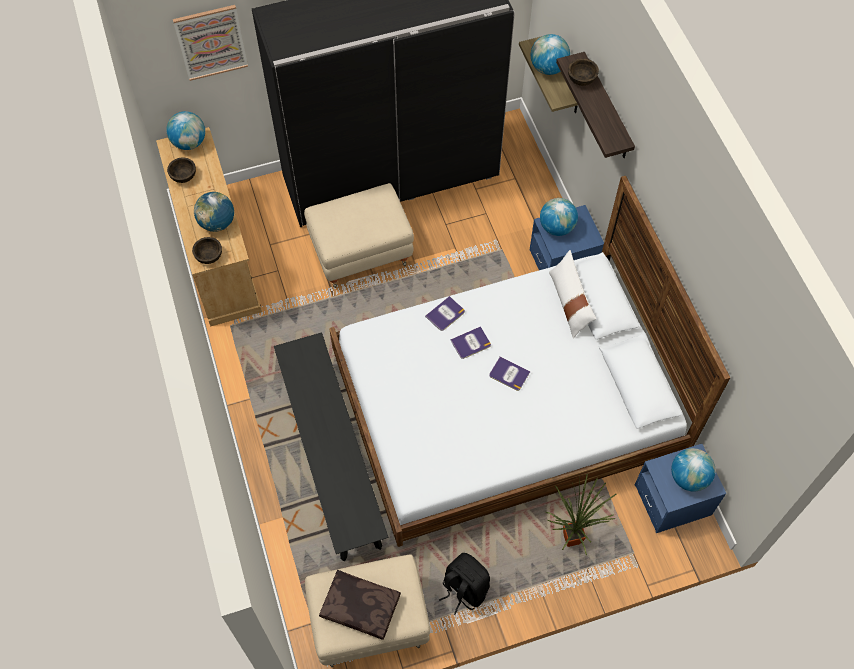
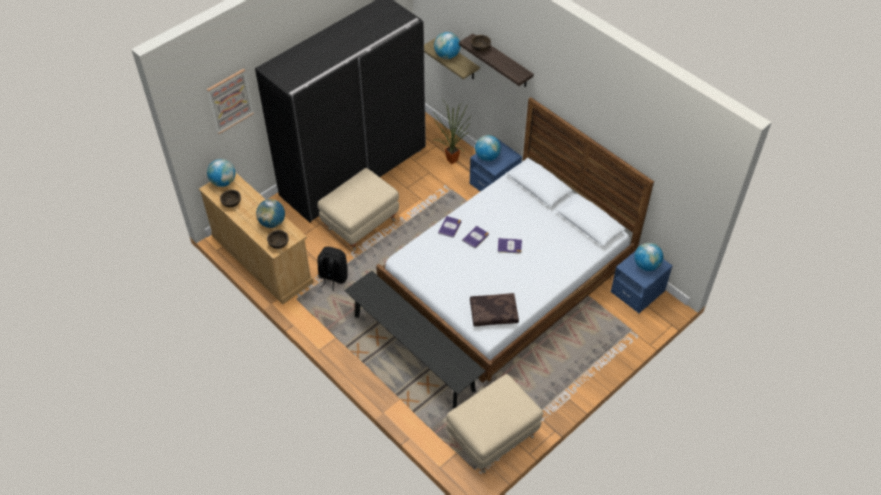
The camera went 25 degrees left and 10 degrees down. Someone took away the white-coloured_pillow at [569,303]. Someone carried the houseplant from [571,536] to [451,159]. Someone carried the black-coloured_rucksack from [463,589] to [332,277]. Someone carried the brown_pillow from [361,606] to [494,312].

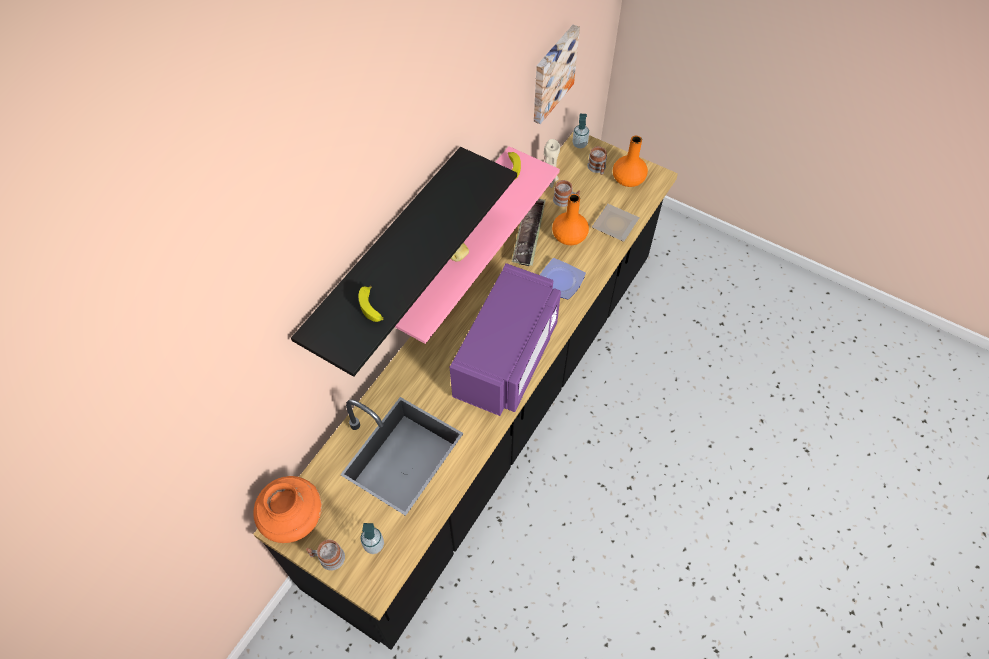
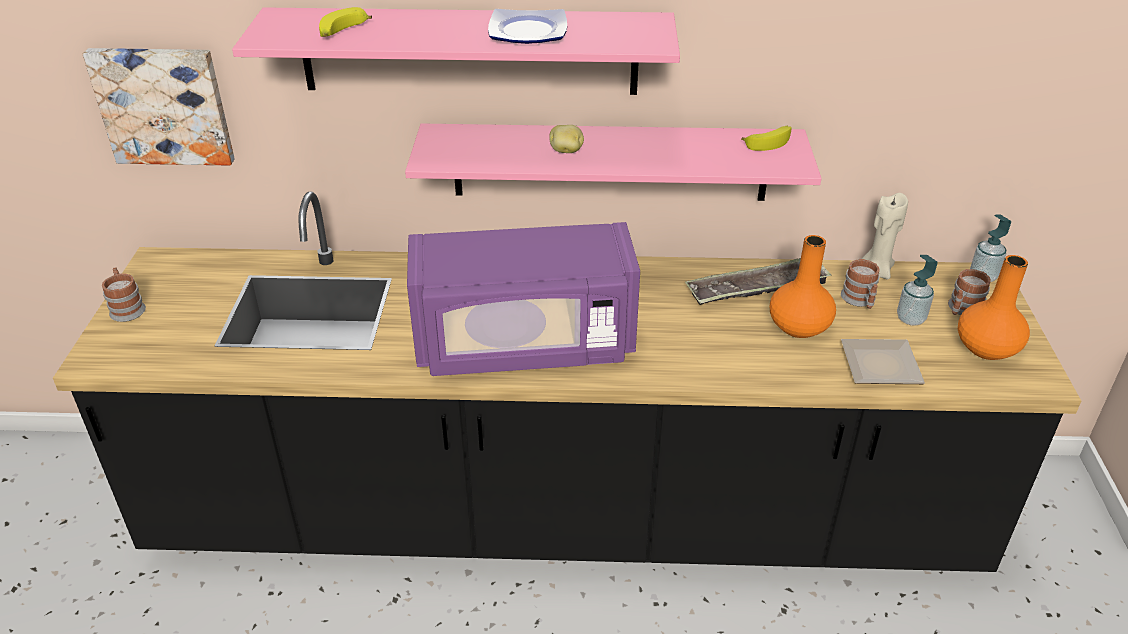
The camera went 60 degrees right and 20 degrees down. Someone carried the wall_picture from [552,73] to [164,105]. Someone repainted the black-coloured_bracket_shelf at [385,253], which became the pinkish_bracket_shelf at [469,51]. Someone carried the plate from [559,281] to [526,31]. Someone took away the orangey_vase at [293,519]. Someone carried the soap_dispenser from [374,545] to [910,319].

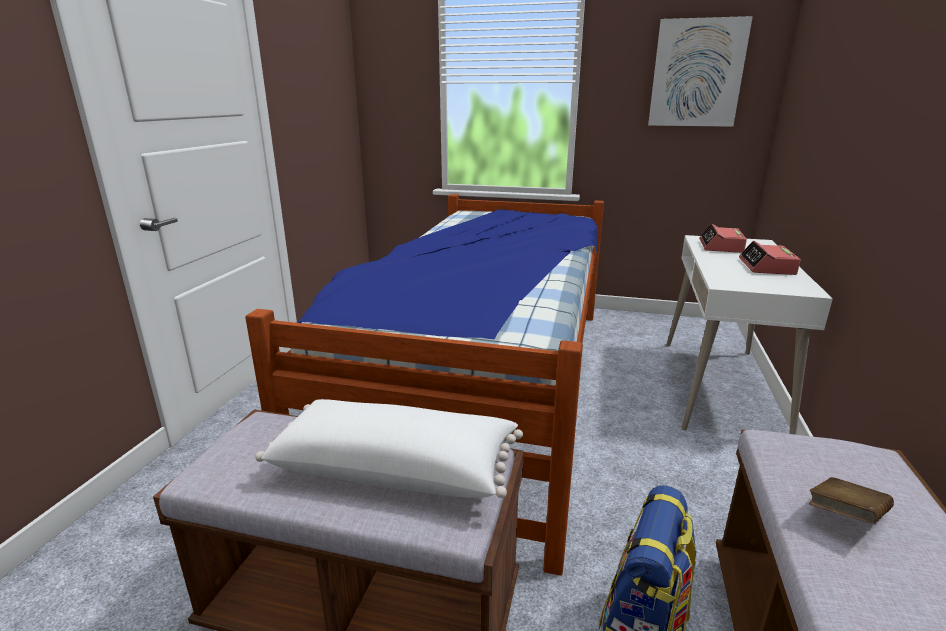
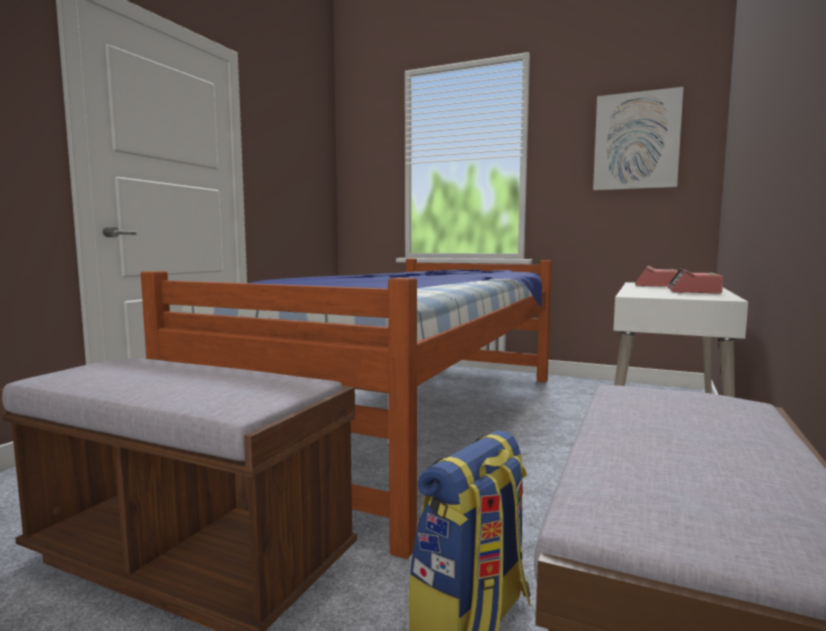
The camera went 10 degrees right and 15 degrees down. Someone took away the white-coloured_pillow at [396,467]. Someone took away the brown_volume at [845,516].

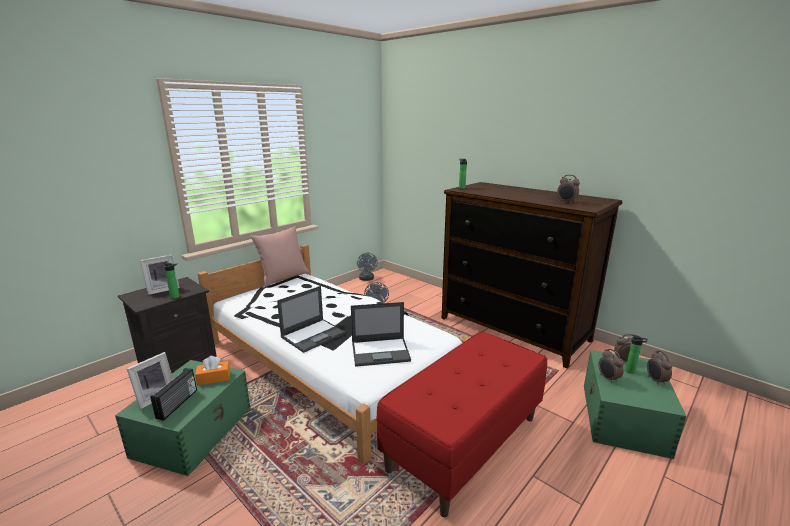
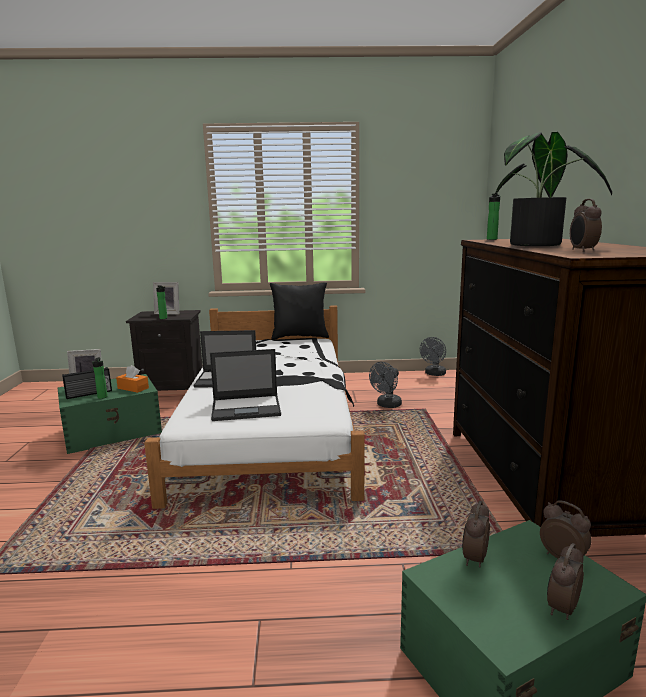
The camera went 45 degrees right and 5 degrees down. Someone repainted the pinkish_pillow at [283,278], which became the black-coloured_pillow at [300,337]. Someone rotated the notebook_computer at [381,351] by 45 degrees counterclockwise. Someone took away the red_bench at [464,442]. Someone carried the bottle from [631,371] to [102,397]. Someone put down the houseplant at [539,245].

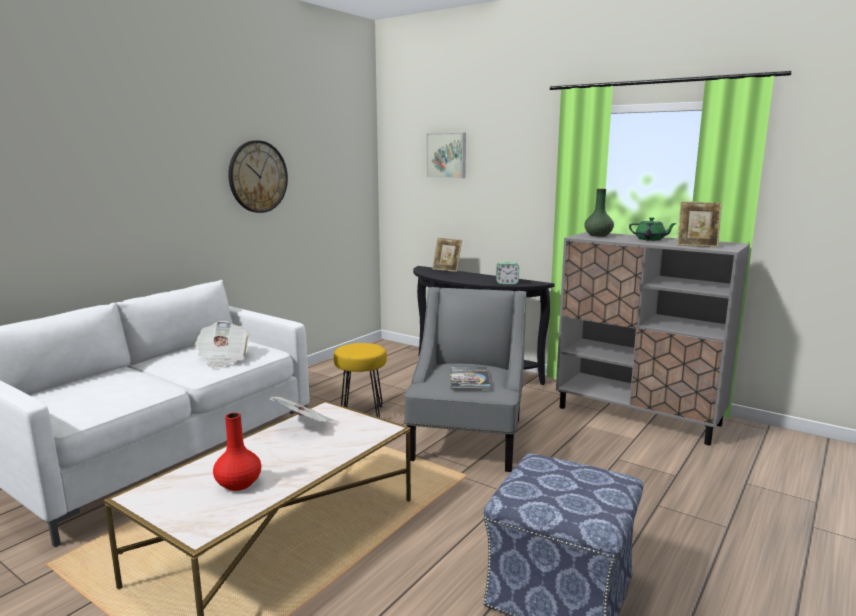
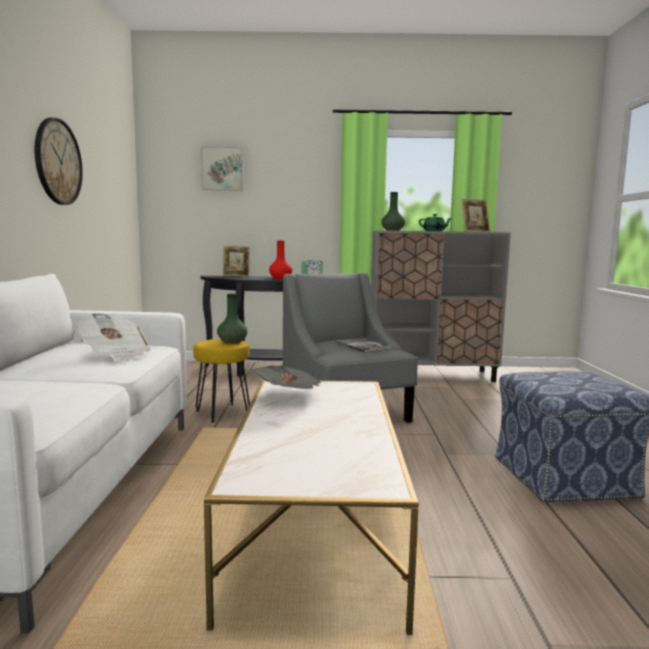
The camera went 35 degrees left and 5 degrees down. Someone carried the red_vase from [238,484] to [280,278]. Someone put down the greenish_vase at [232,342].

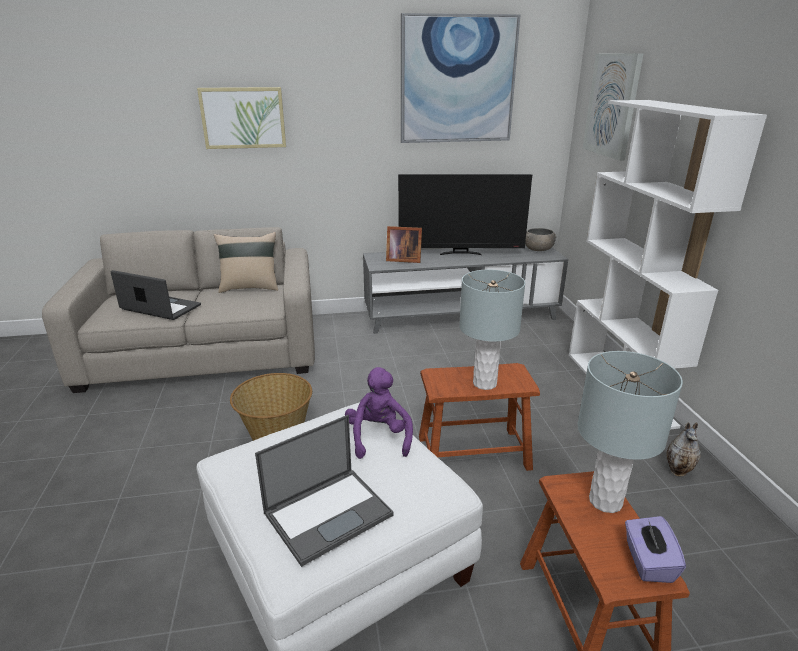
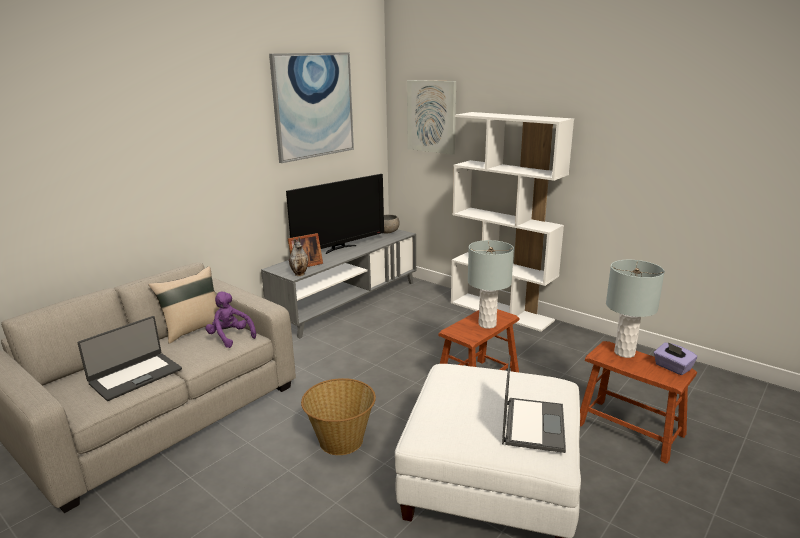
The camera went 40 degrees left and 5 degrees down. Someone took away the wall_picture at [243,118]. Someone rotated the notebook_computer at [160,308] by 150 degrees clockwise. Someone carried the purple-coloured_soft_toy from [379,437] to [230,337]. Someone carried the vase from [679,471] to [300,274].

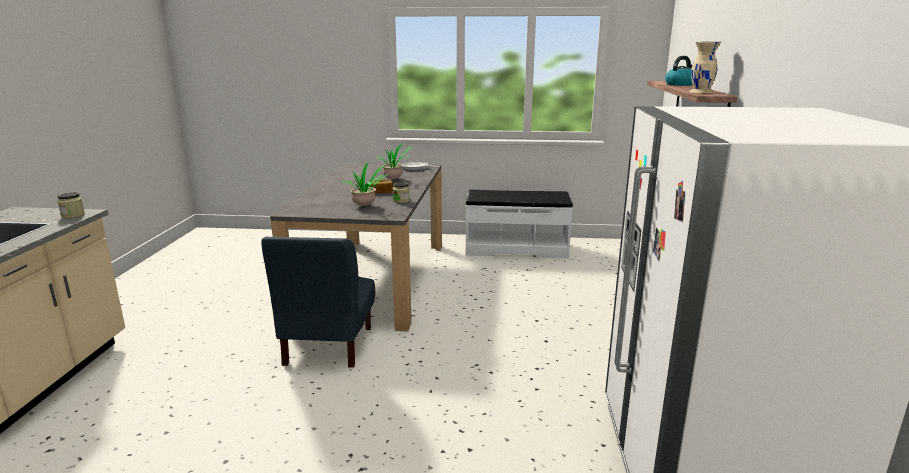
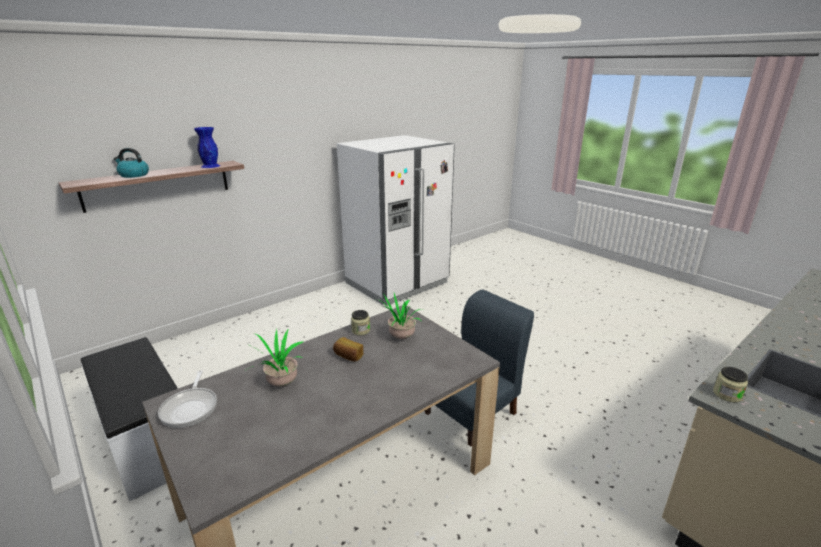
The camera went 135 degrees left and 5 degrees up. Someone repainted the sand-coloured_vase at [701,92], which became the blue_vase at [210,166].

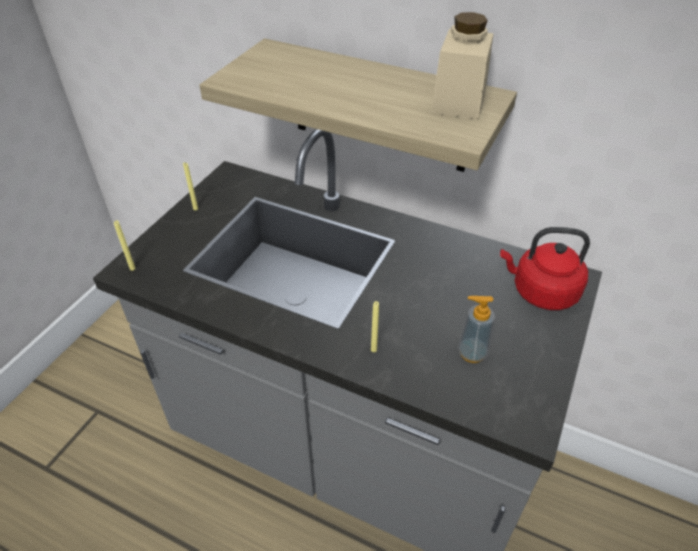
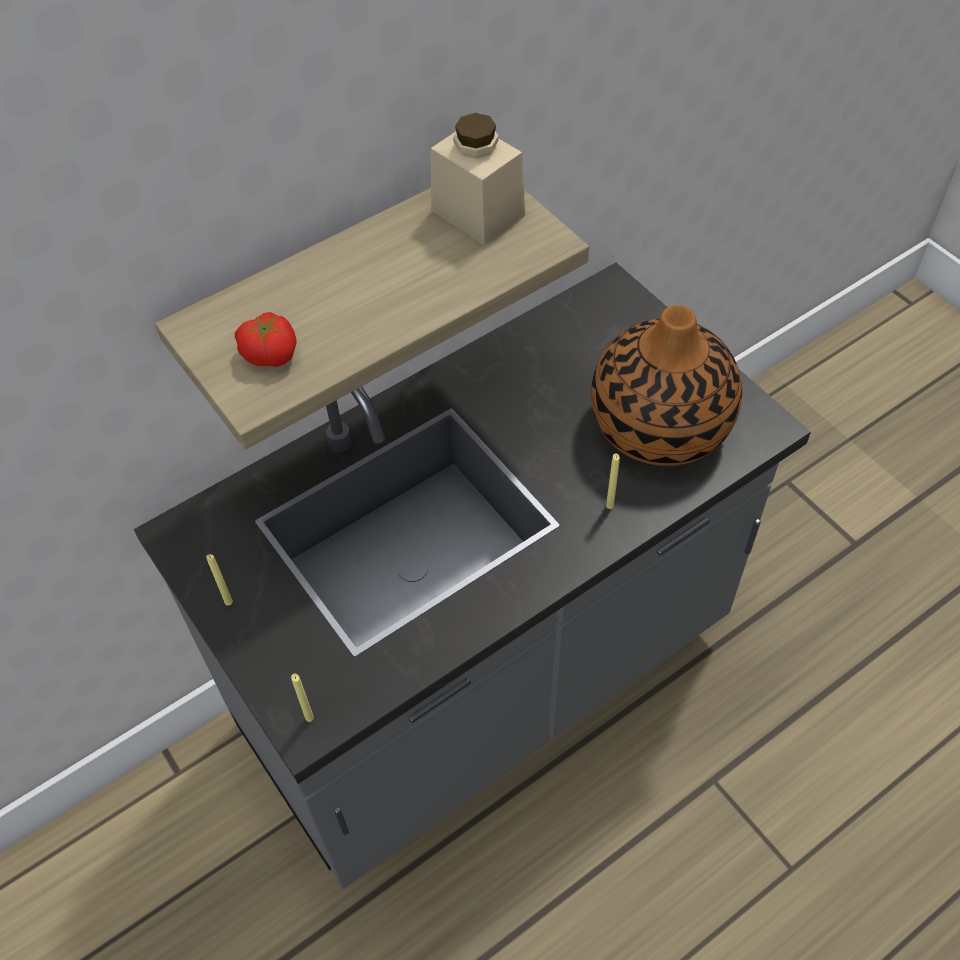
The camera went 60 degrees left and 10 degrees up. Someone took away the red_tea_kettle at [540,292]. Someone swapped the soap_dispenser at [472,353] for the vase at [660,424]. Someone put down the tomato at [271,352].

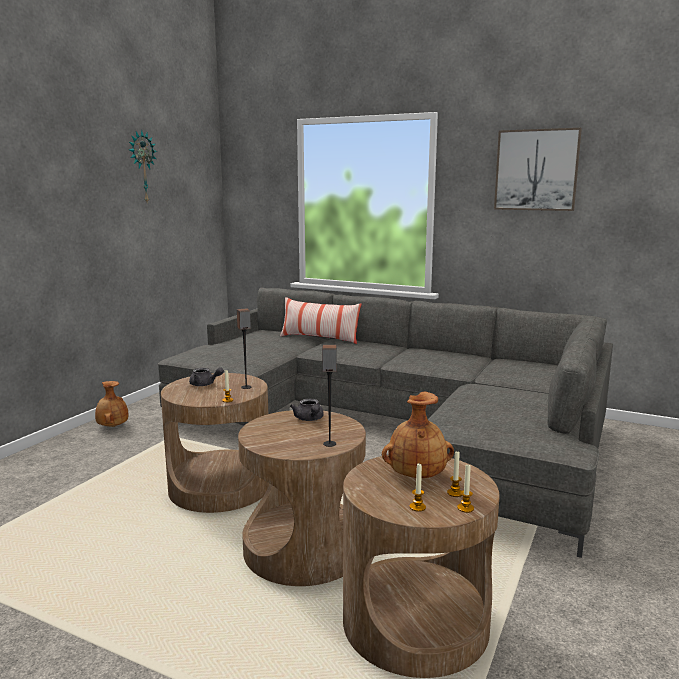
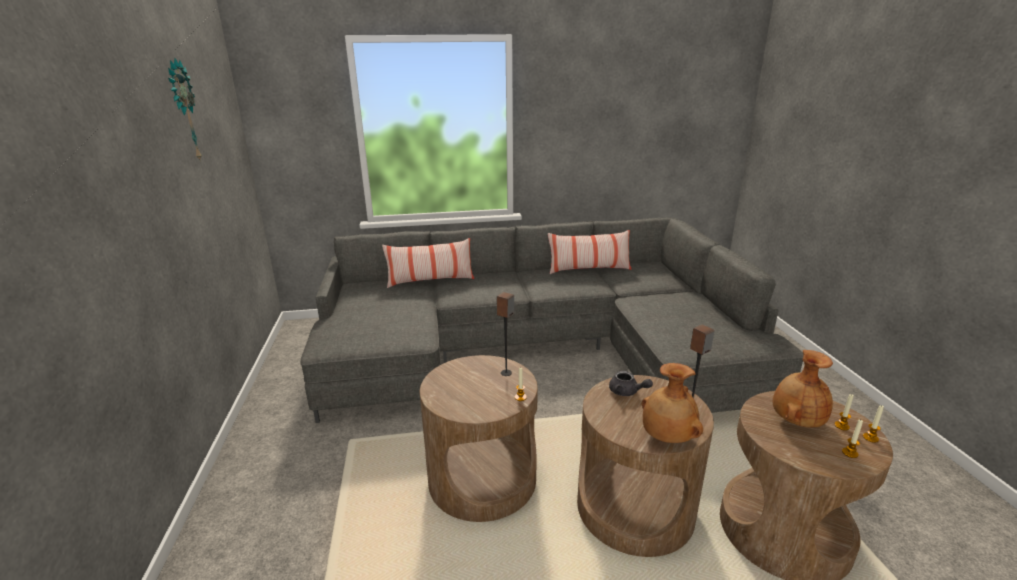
The camera went 35 degrees left and 10 degrees up. Someone took away the wall_picture at [536,170]. Someone took away the greyish_pot_for_tea at [205,384]. Someone carried the brown_vase from [112,426] to [667,437]. Someone put down the pillow at [589,269].

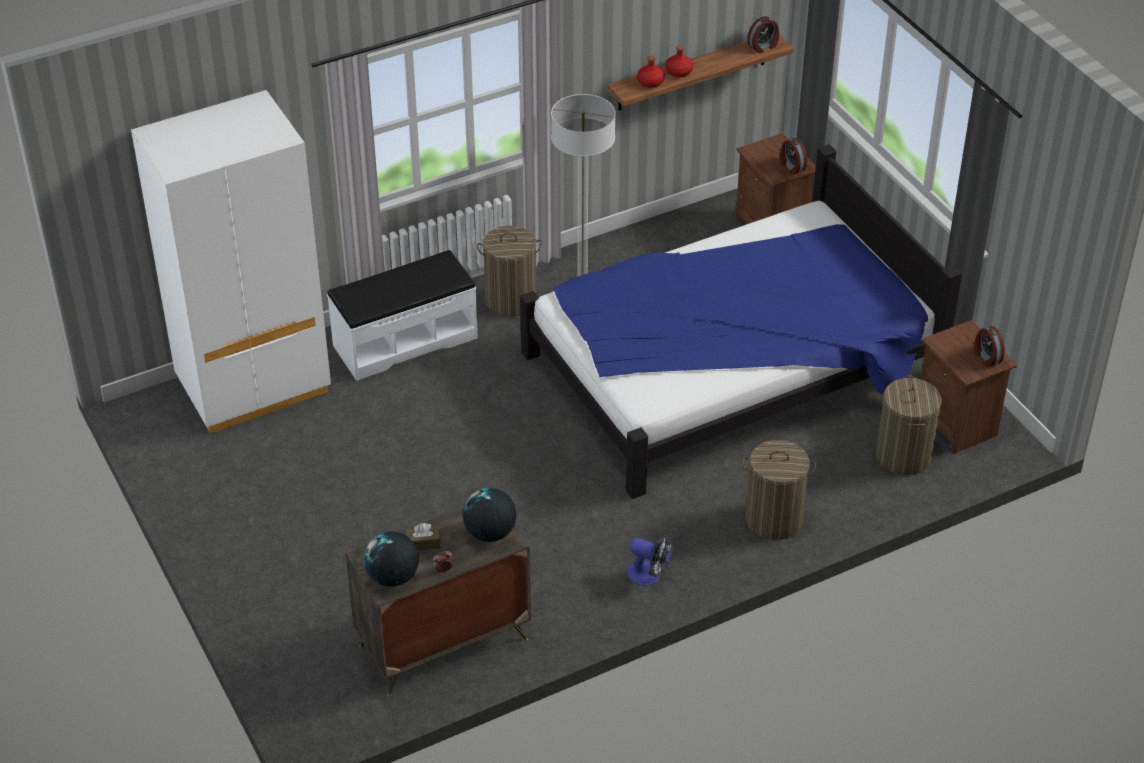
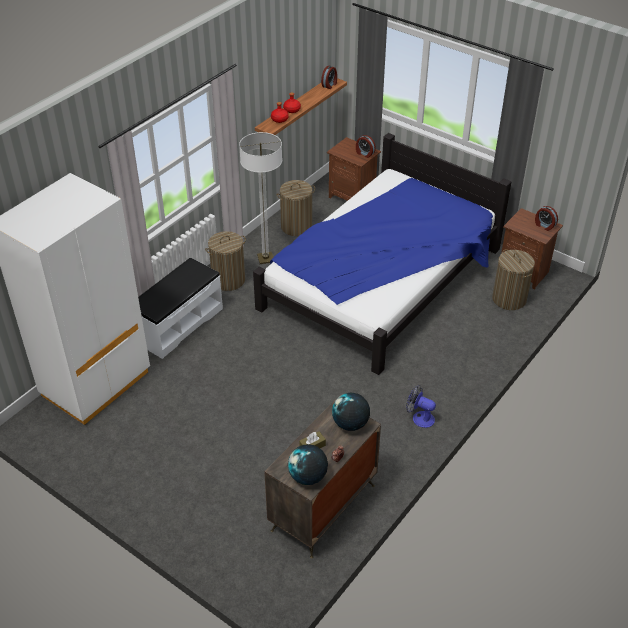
The camera went 25 degrees left and 0 degrees up. Someone carried the hamper from [774,519] to [296,226]. Someone rotated the cooling_fan at [650,575] by 150 degrees counterclockwise.

